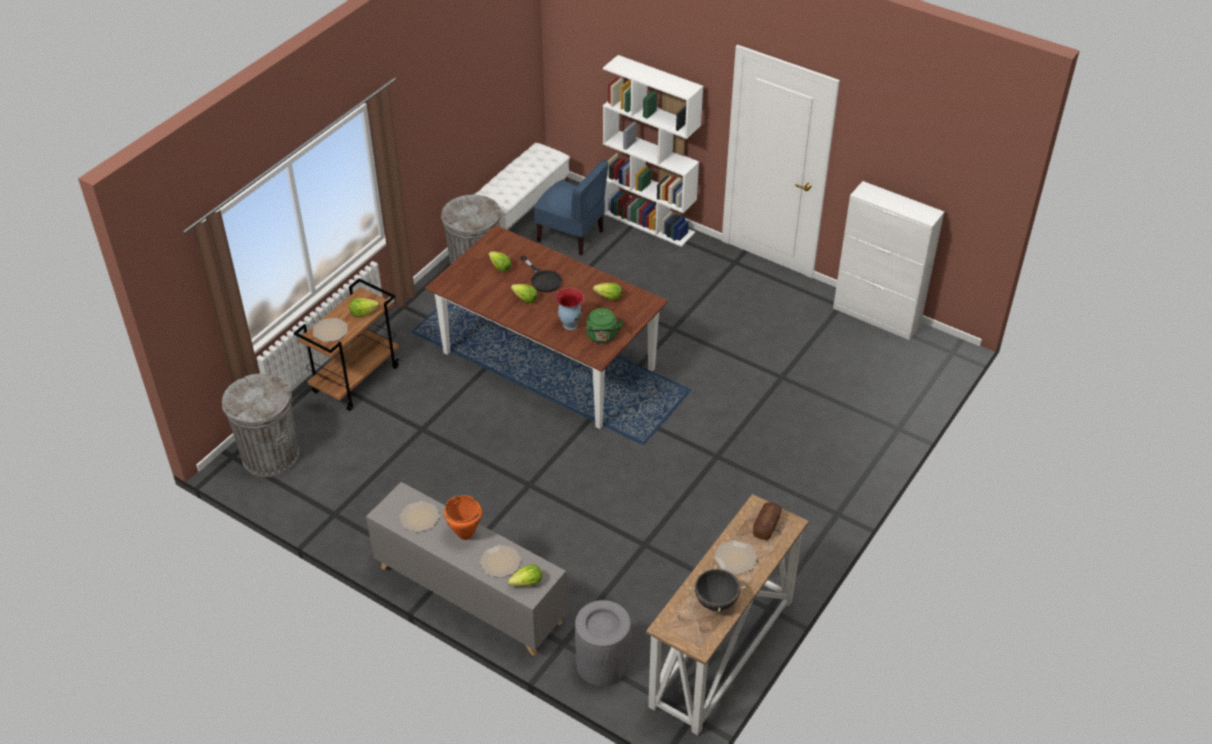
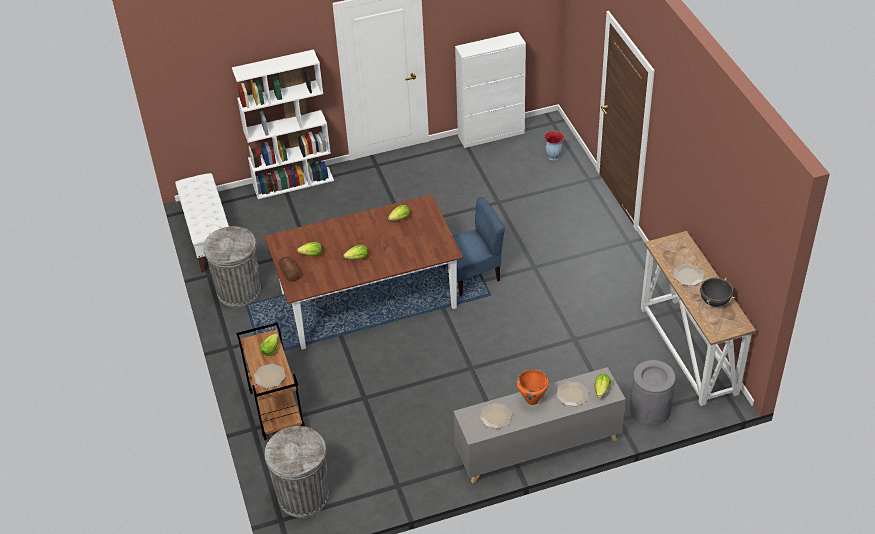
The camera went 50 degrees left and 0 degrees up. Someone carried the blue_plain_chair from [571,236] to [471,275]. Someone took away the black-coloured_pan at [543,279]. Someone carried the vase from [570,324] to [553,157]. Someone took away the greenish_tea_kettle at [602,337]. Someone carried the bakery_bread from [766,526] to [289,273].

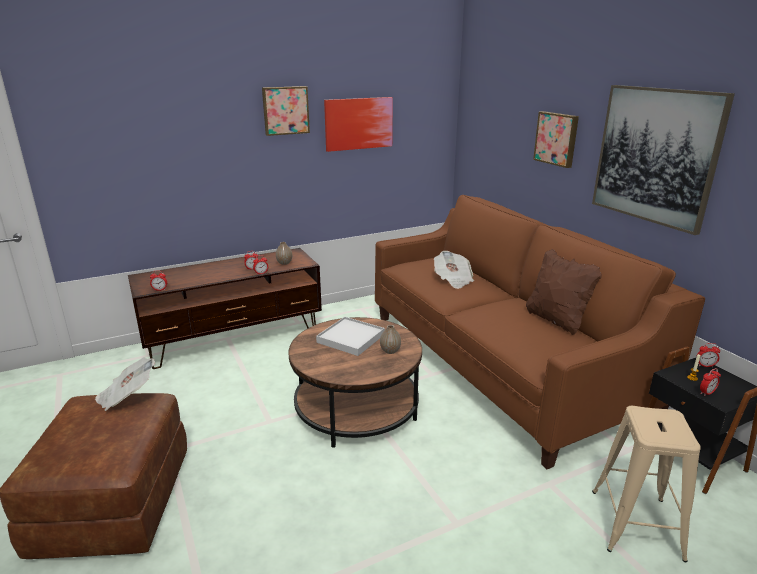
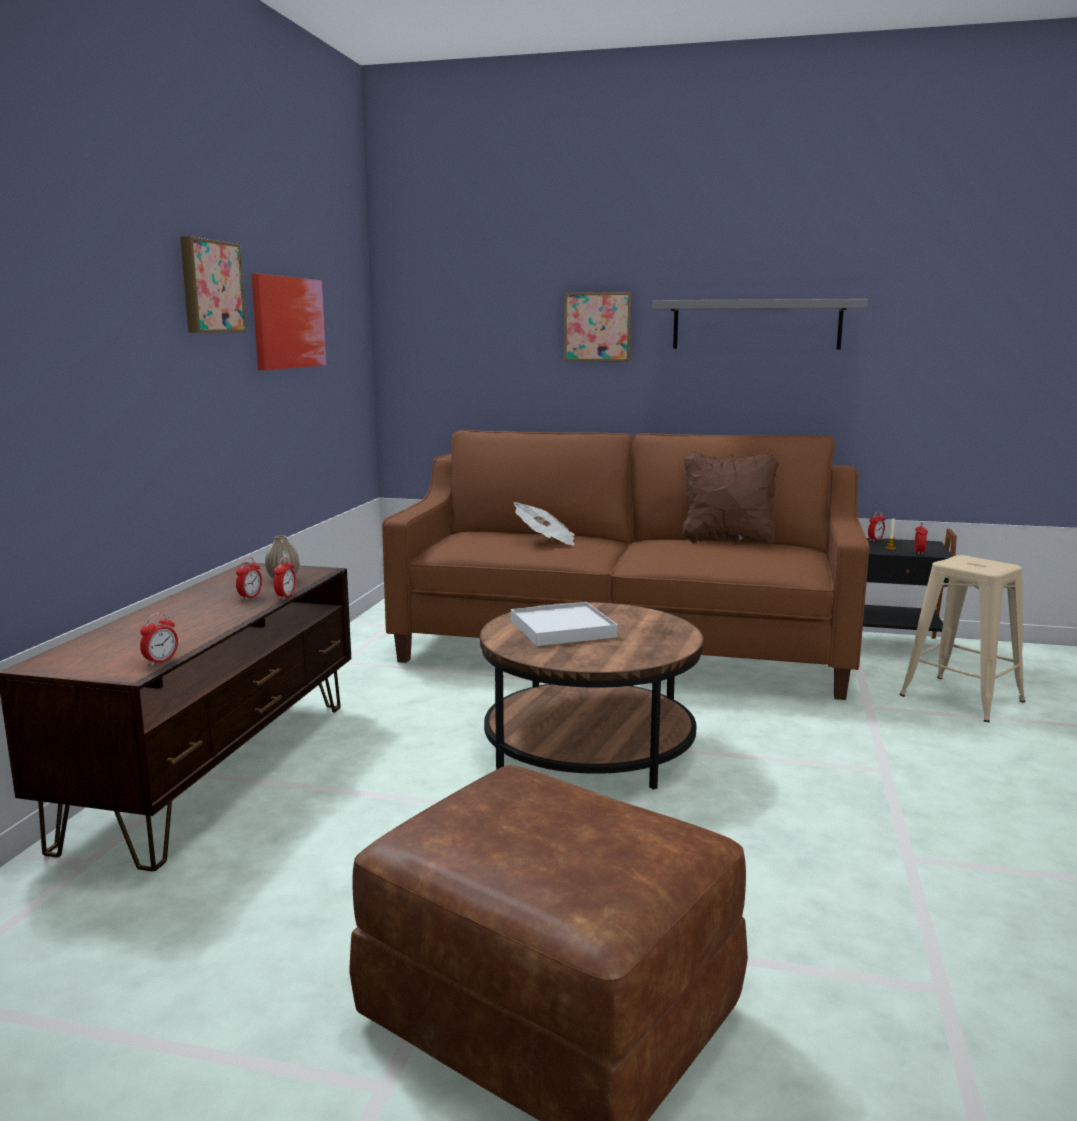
The camera went 50 degrees left and 10 degrees down. Someone swapped the wall_picture at [655,156] for the greyish_bracket_shelf at [756,325]. Someone took away the vase at [390,351]. Someone took away the daily_paper at [127,396].

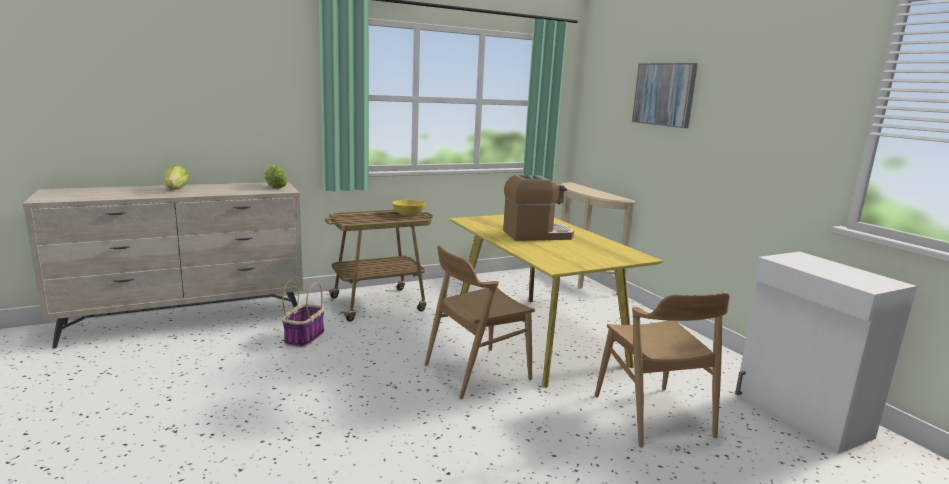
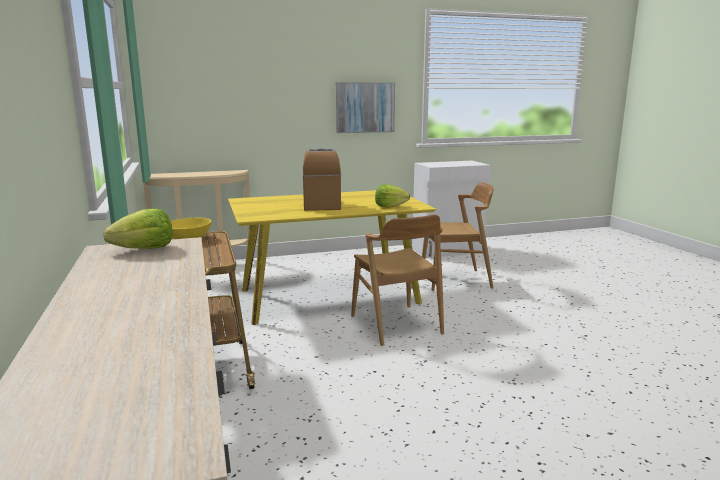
The camera went 80 degrees left and 0 degrees up. Someone carried the wall_picture from [664,94] to [365,107]. Someone carried the lettuce_head from [176,189] to [390,206]. Someone took away the storage_basket at [304,337].

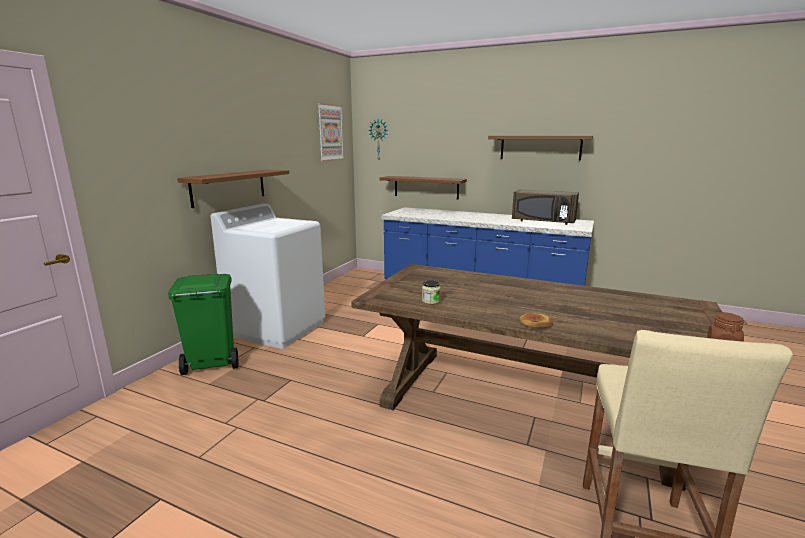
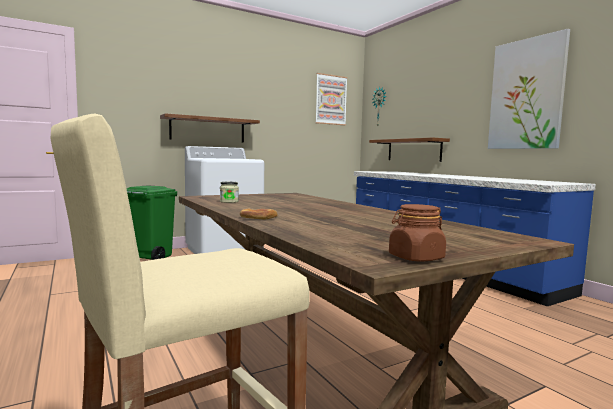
The camera went 35 degrees right and 10 degrees down. Someone swapped the brown_bracket_shelf at [540,147] for the wall_picture at [526,94]. Someone took away the brown_microwave_oven at [543,221].

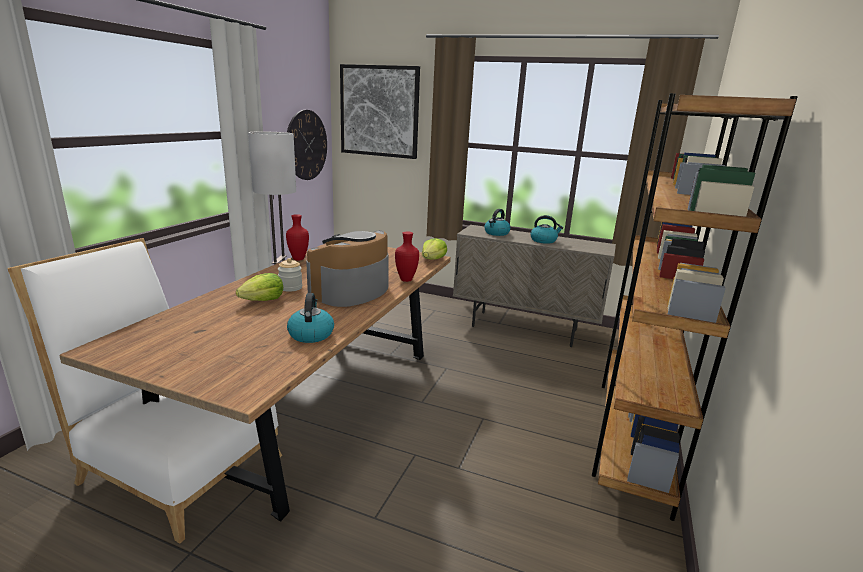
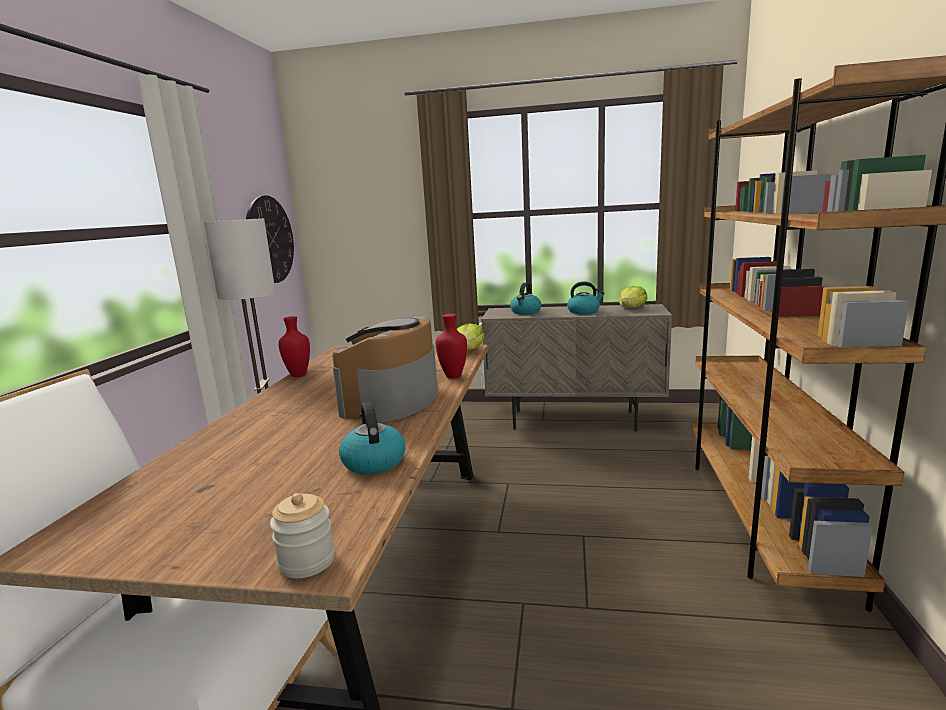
The camera went 10 degrees left and 5 degrees down. Someone took away the wall_picture at [379,111]. Someone carried the preserve_jar from [290,287] to [307,561]. Someone carried the lettuce_head from [263,300] to [632,308].

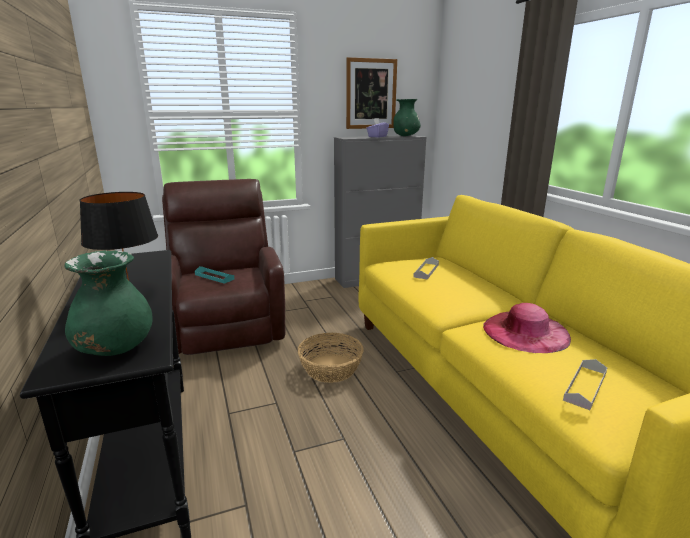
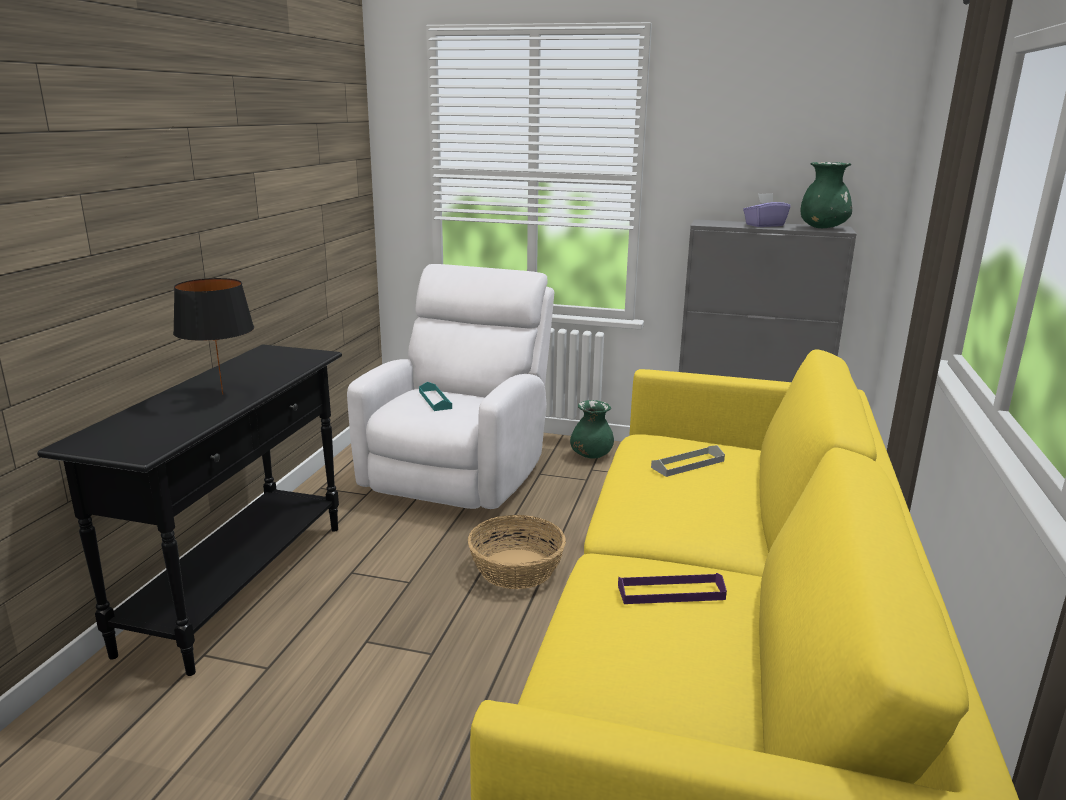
The camera went 35 degrees right and 0 degrees up. Someone took away the wall_picture at [371,94]. Someone repainted the brown_easy_chair at [227,326], which became the white-coloured_easy_chair at [460,473]. Someone carried the greenish_vase from [115,349] to [591,455]. Someone swapped the pinkish_wearable_hat at [525,332] for the purple-coloured_carrying_tray at [671,592]. Someone took away the greyish_carrying_tray at [585,386].

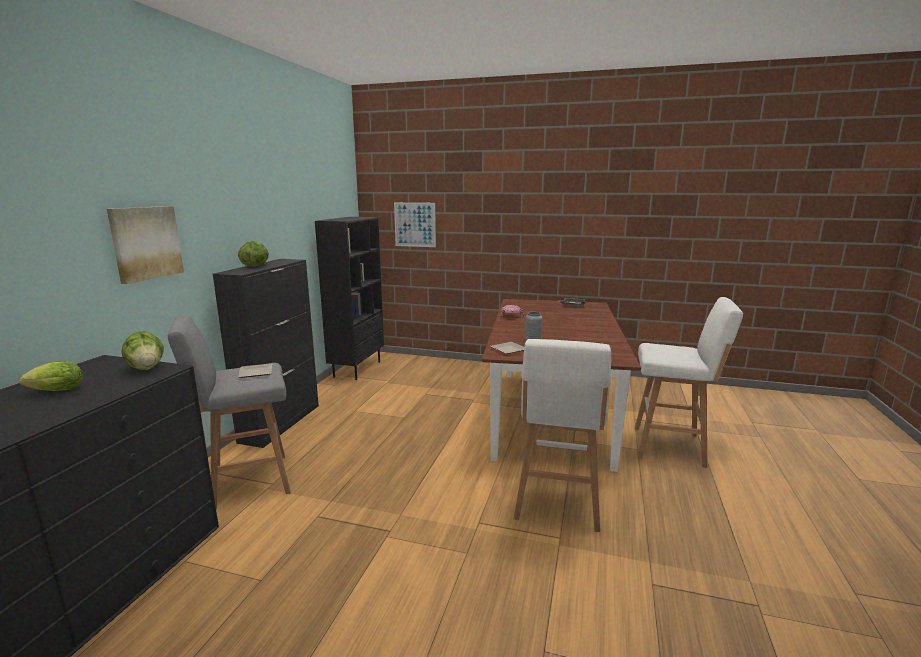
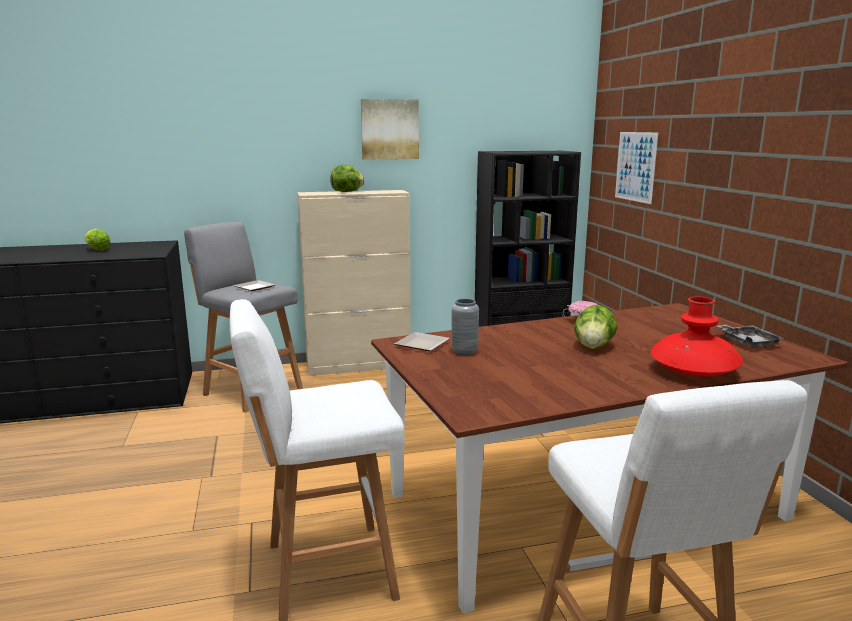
The camera went 60 degrees right and 0 degrees up. Someone carried the wall_picture from [145,243] to [389,129]. Someone repainted the black-coloured_cabinet at [281,423], which became the sand-coloured_cabinet at [359,365]. Someone carried the lettuce_head from [146,368] to [594,347]. Someone put down the red_vase at [693,371].

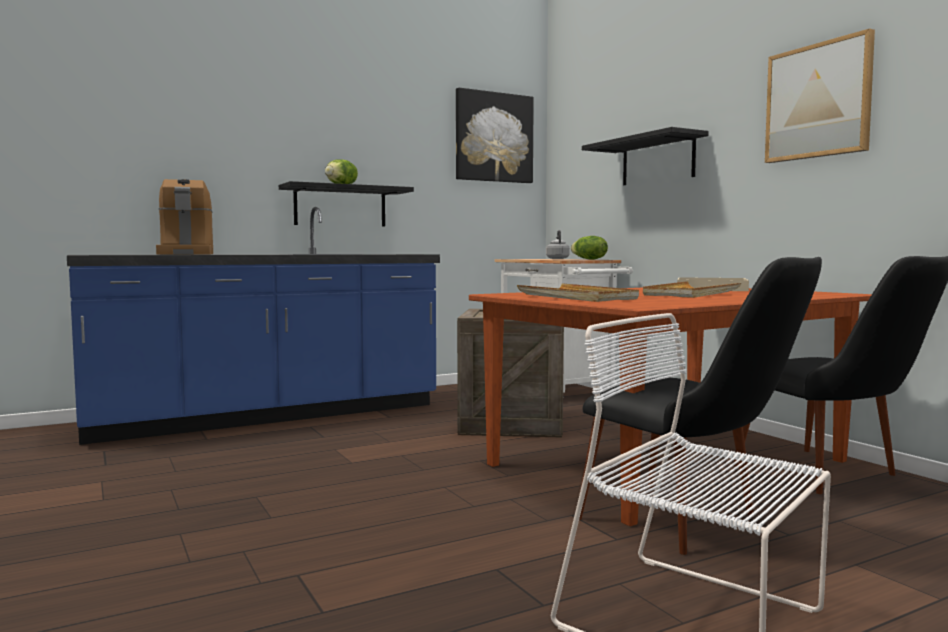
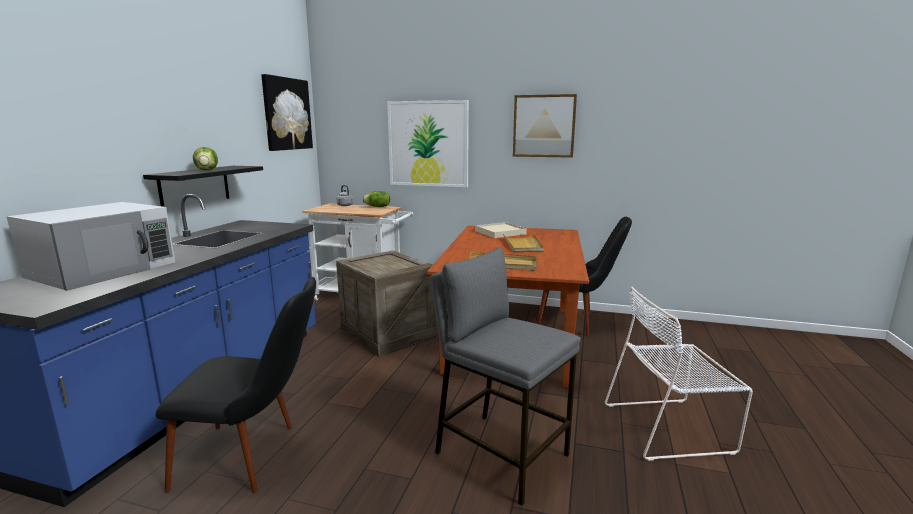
The camera went 45 degrees left and 10 degrees up. Someone swapped the black-coloured_bracket_shelf at [657,160] for the wall_picture at [428,144]. Someone swapped the coffee_brewer at [186,254] for the white-coloured_microwave_oven at [104,269]. Someone carried the black-coloured_plain_chair from [693,524] to [256,456]. Someone put down the greyish_stool at [501,454].

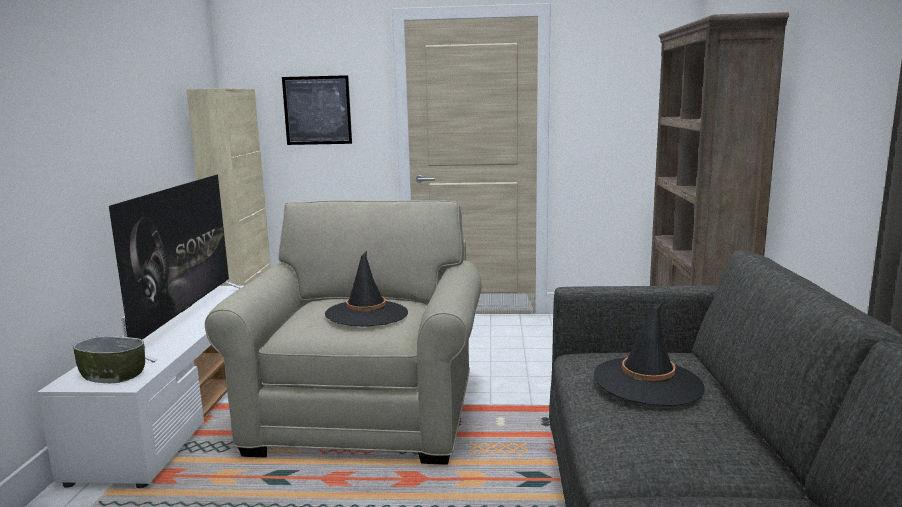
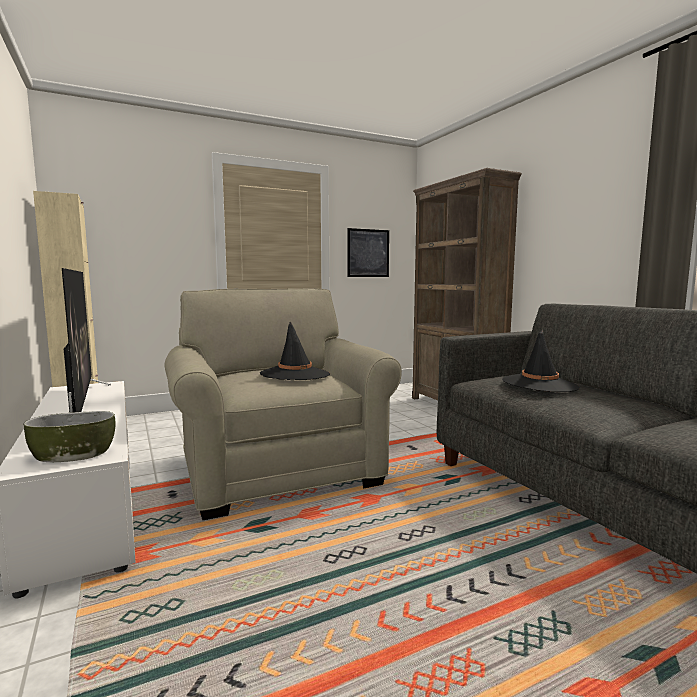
The camera went 30 degrees left and 5 degrees down. Someone carried the wall_picture from [317,110] to [368,253].

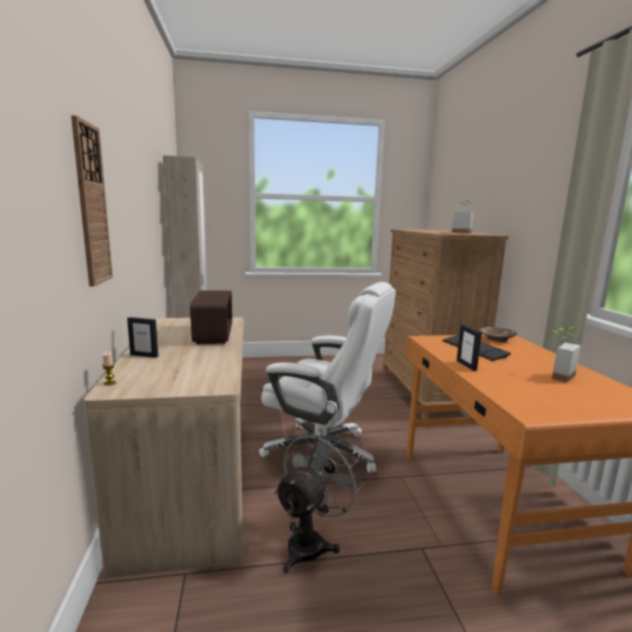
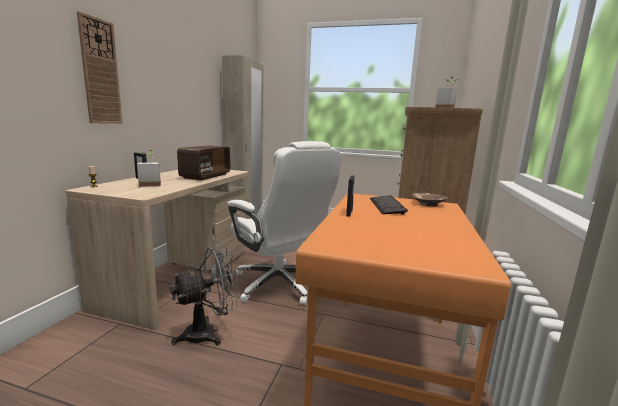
The camera went 25 degrees right and 0 degrees up. Someone carried the houseplant from [557,375] to [150,184].

